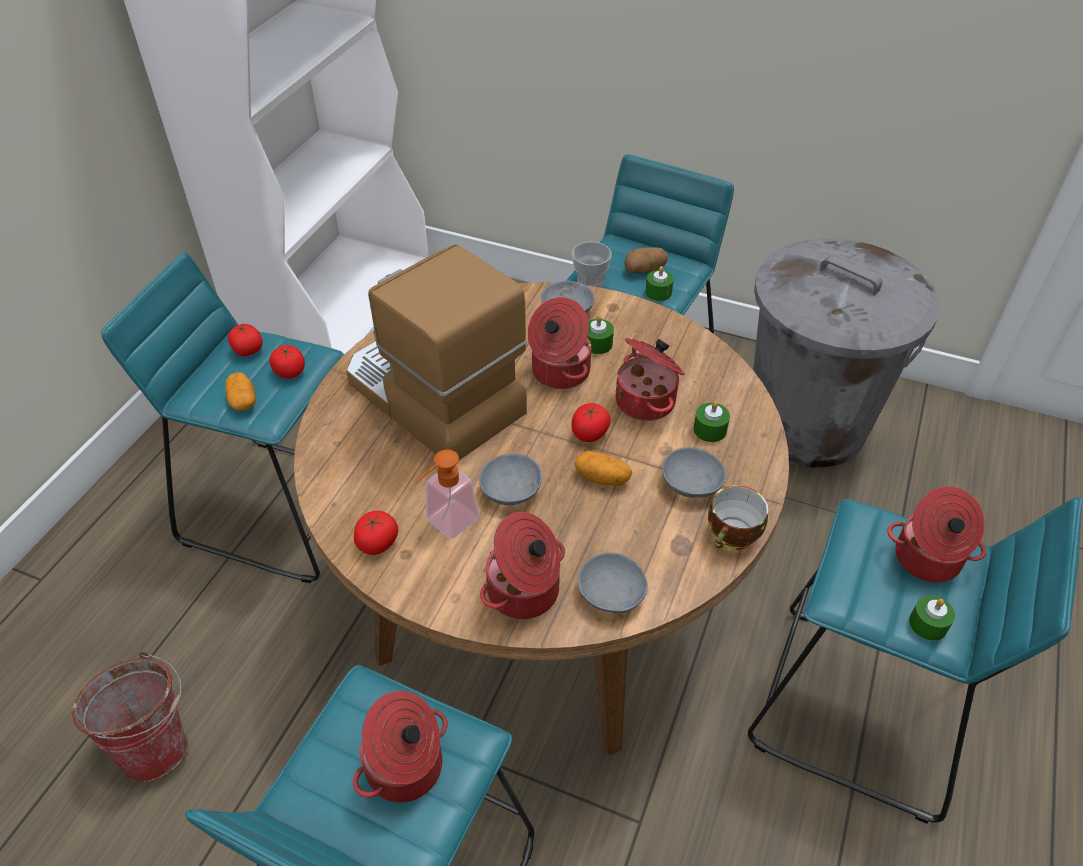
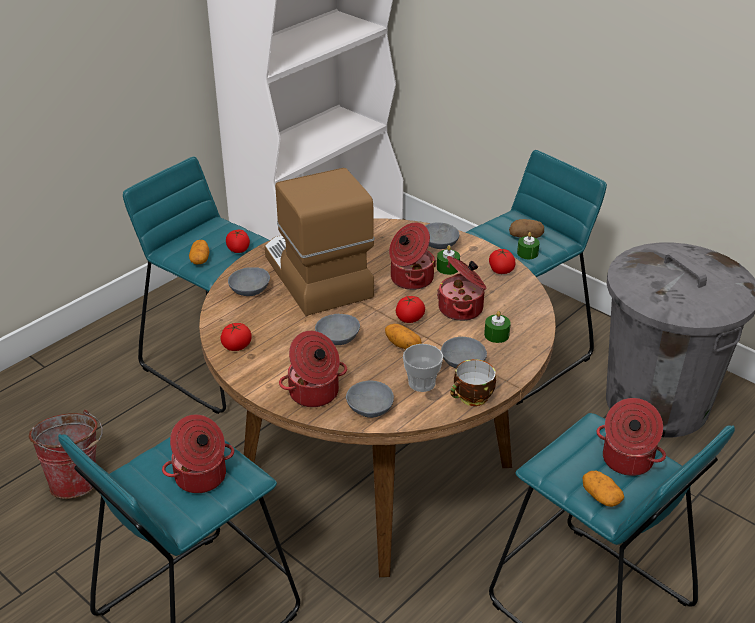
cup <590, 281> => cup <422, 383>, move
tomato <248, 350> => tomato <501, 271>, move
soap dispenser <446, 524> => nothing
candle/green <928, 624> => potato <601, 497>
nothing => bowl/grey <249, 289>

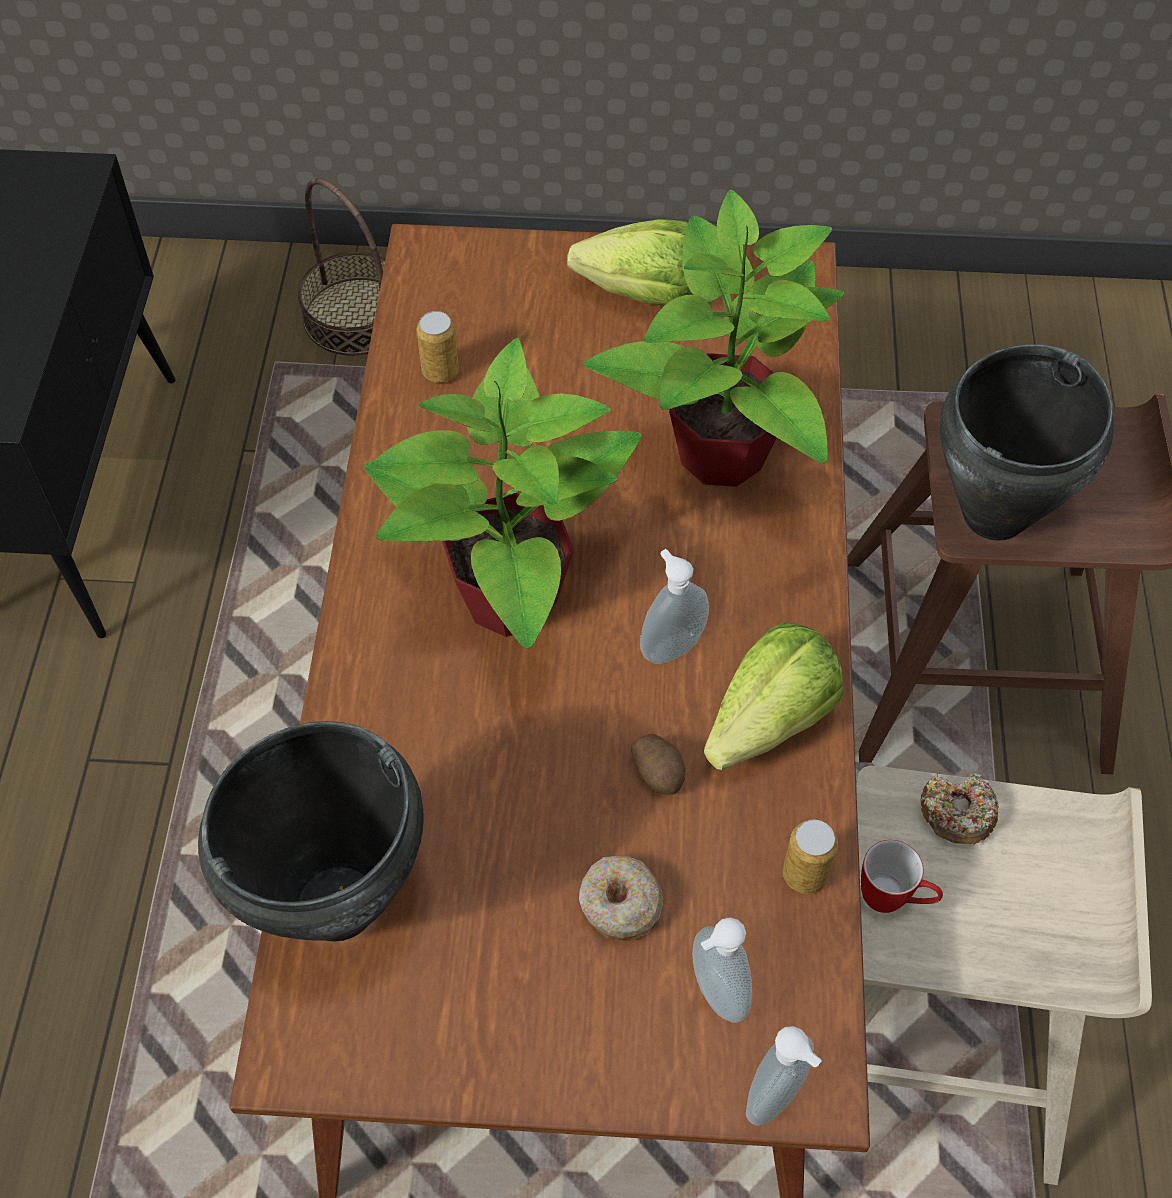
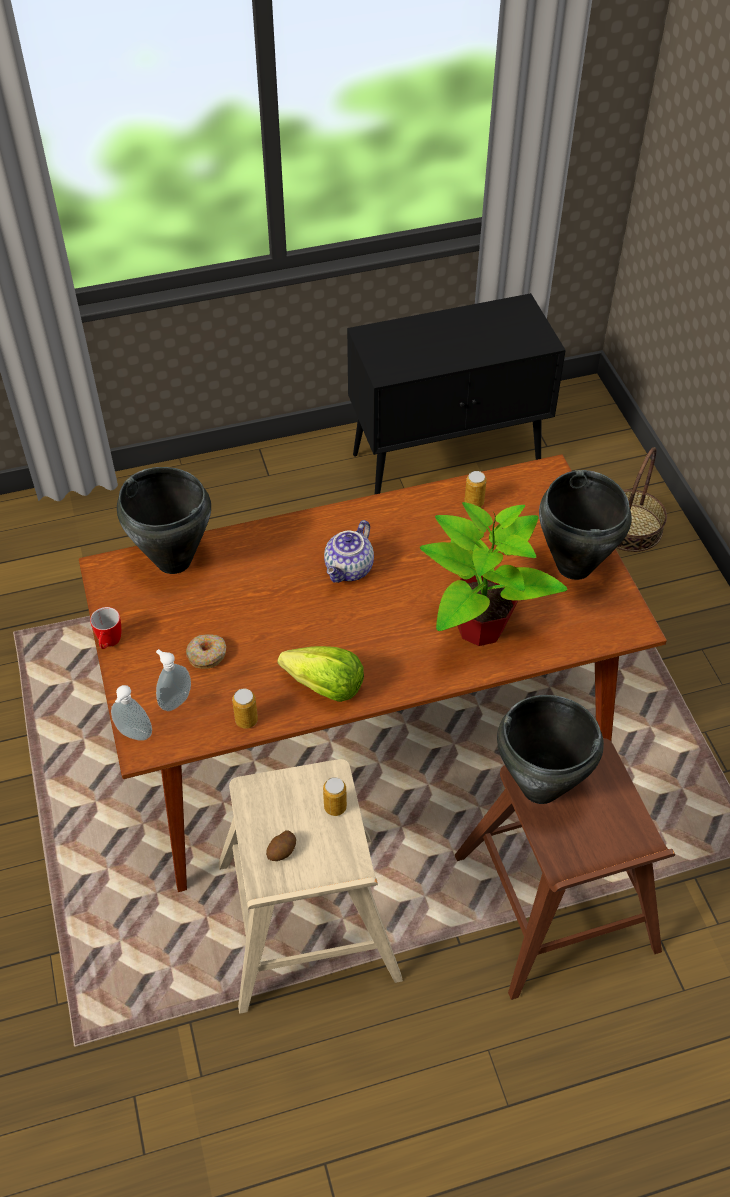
lettuce <645, 294> => cooking pot/black <573, 567>
potted plant <508, 600> => teapot <350, 569>
soap dispenser <670, 646> => nothing
potato <659, 773> => potato <282, 851>, move
donut <956, 813> => can <335, 807>
mug <894, 900> => mug <109, 644>, move

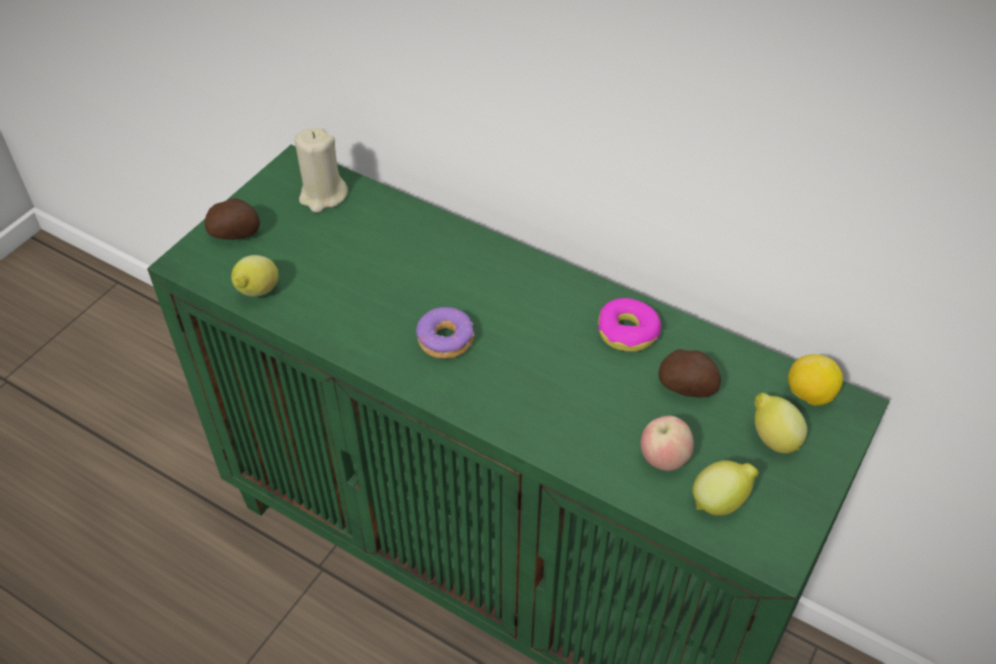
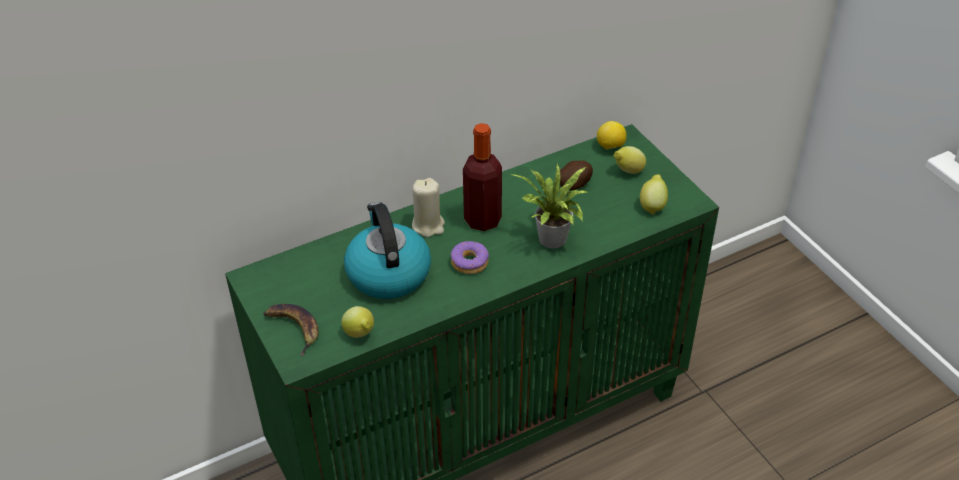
candle/beige <323, 196> => candle/beige <428, 225>, move
potato <236, 234> => banana <293, 328>
donut <628, 332> => nothing
apple <664, 459> => nothing
nothing => bottle <482, 220>
nothing => potted plant <552, 241>
nothing => kettle <387, 273>

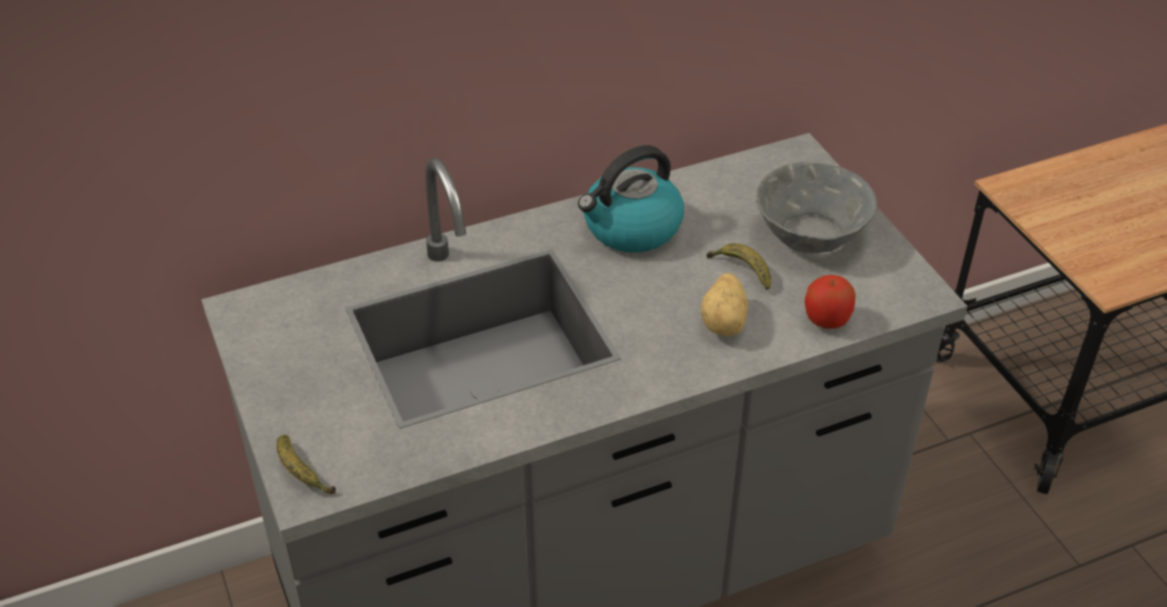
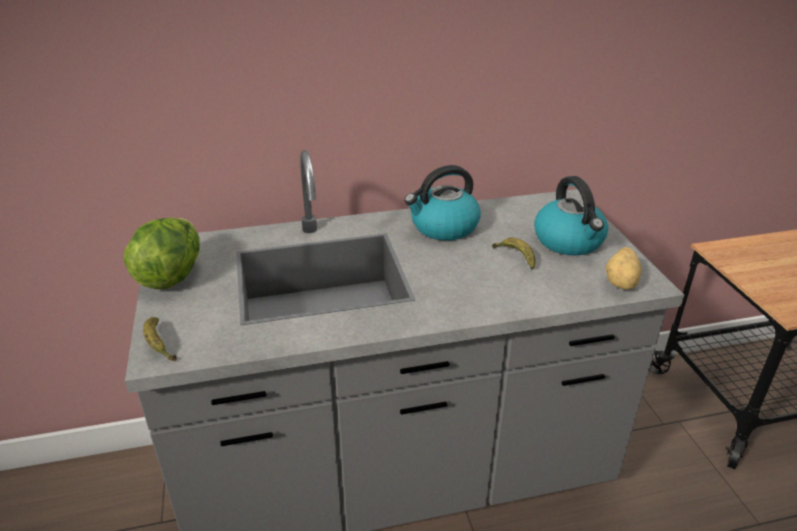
bowl/grey <810, 234> => kettle <569, 241>
potato <725, 322> => potato <622, 282>, move
apple <827, 320> => nothing
nothing => lettuce <171, 275>

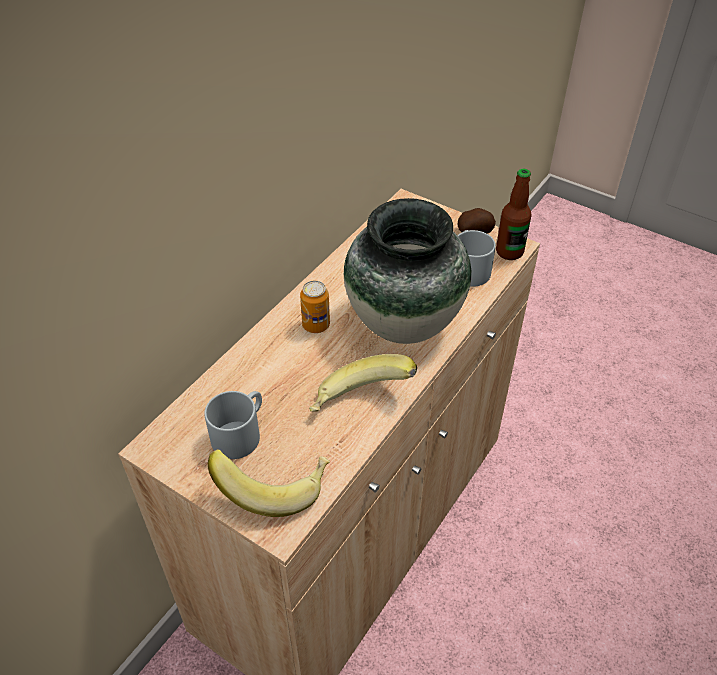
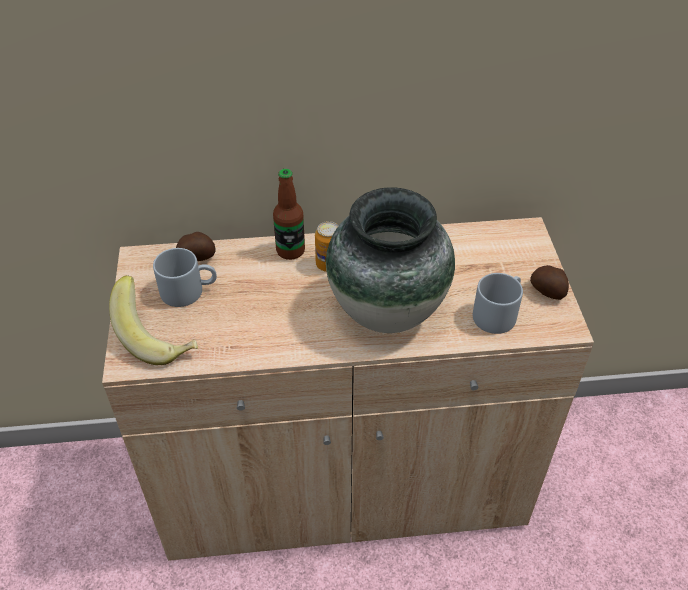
bottle <509, 252> => bottle <290, 251>, move
banana <361, 403> => nothing
nothing => potato <197, 257>

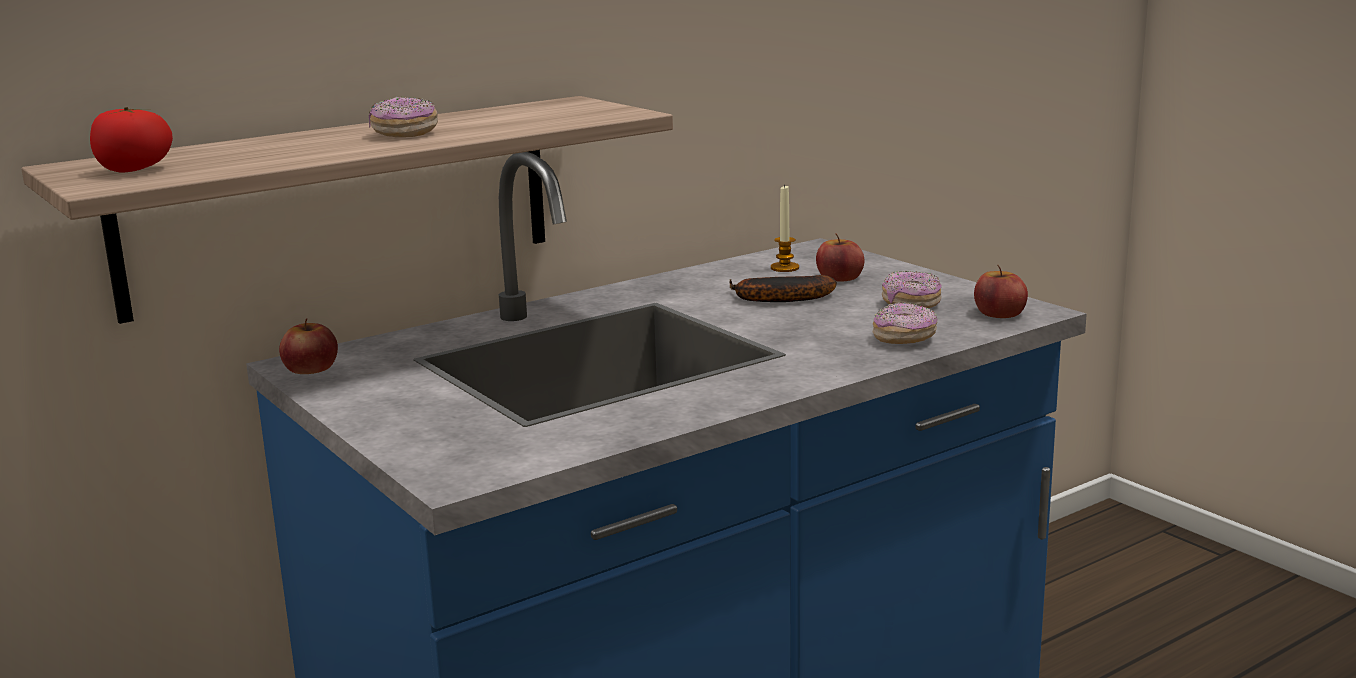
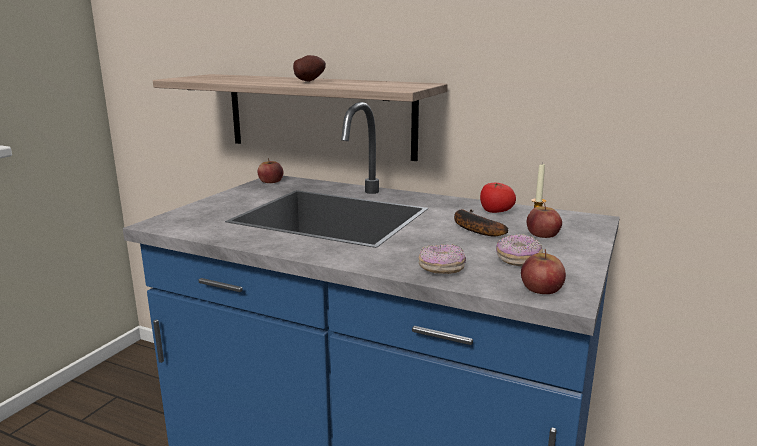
donut <404, 133> => potato <307, 81>
tomato <135, 170> => tomato <495, 211>, move

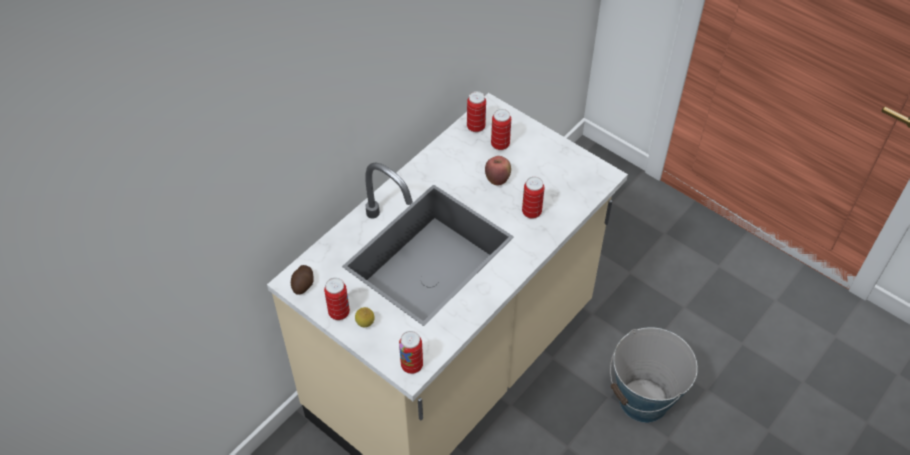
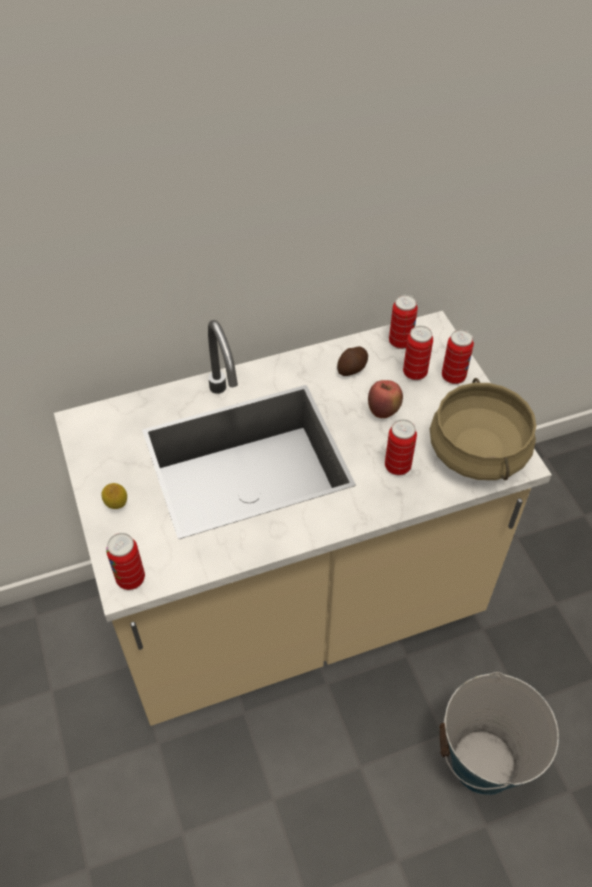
potato <303, 284> => potato <353, 368>, move
can <339, 312> => can <453, 377>, move
nothing => cooking pot/beige <478, 452>

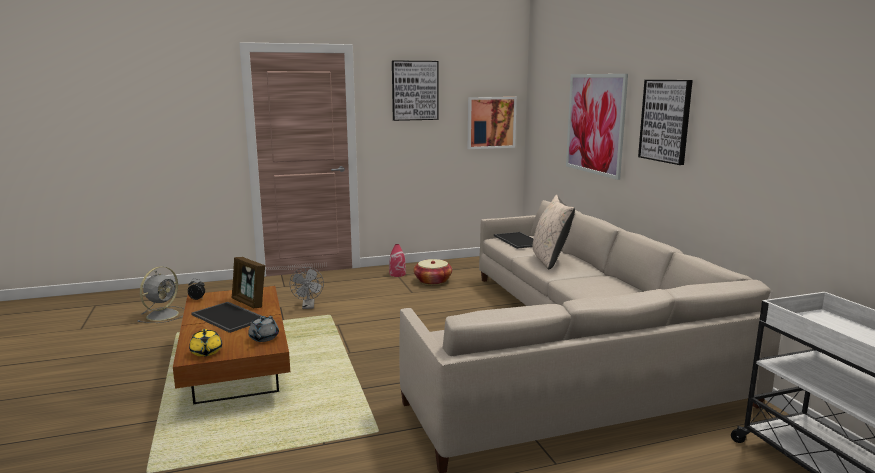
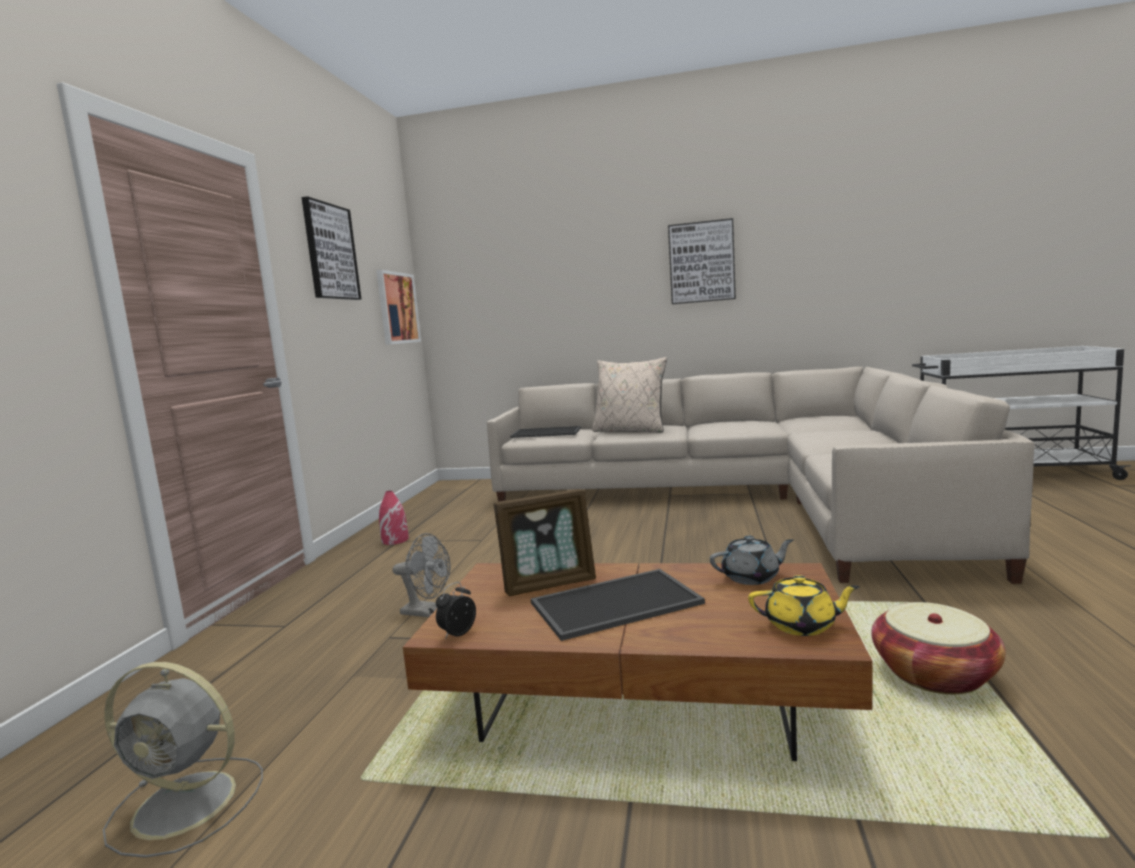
picture <595, 124> => nothing
basket <432, 281> => basket <934, 674>, move
fan/grey <163, 314> => fan/grey <189, 804>, 135 degrees clockwise
teapot/grey <263, 338> => teapot/grey <752, 577>, 45 degrees counterclockwise

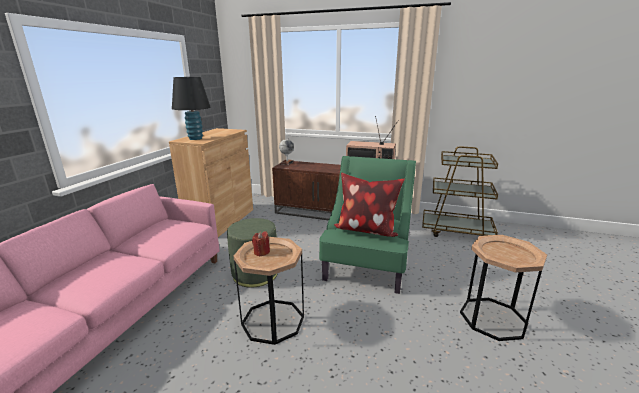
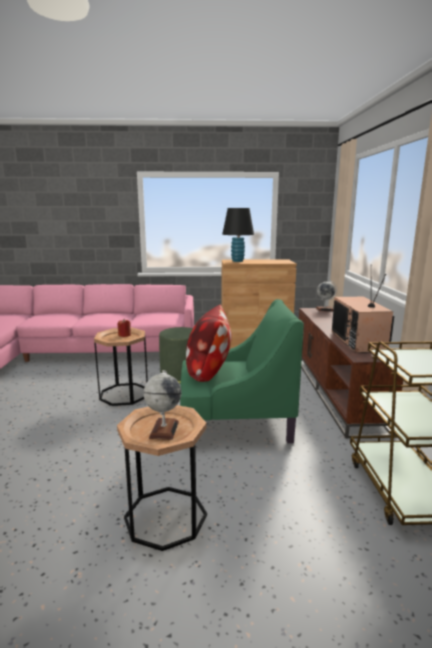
nothing => globe <164, 429>

